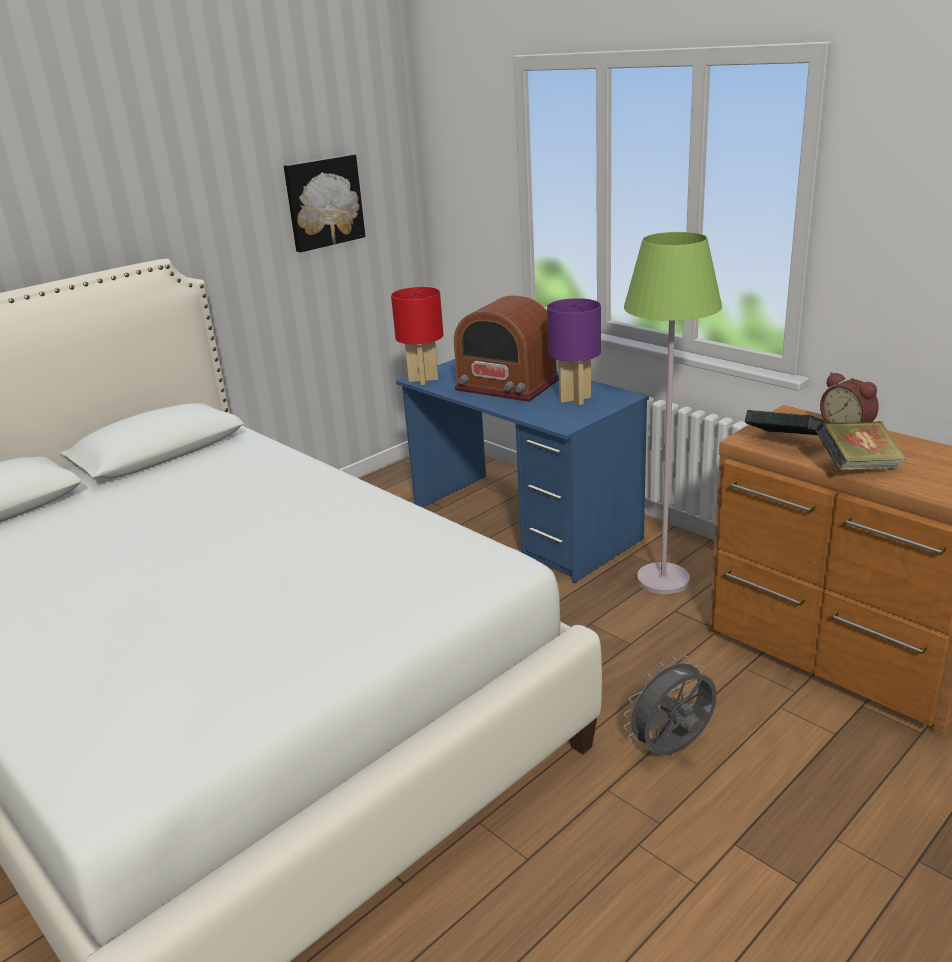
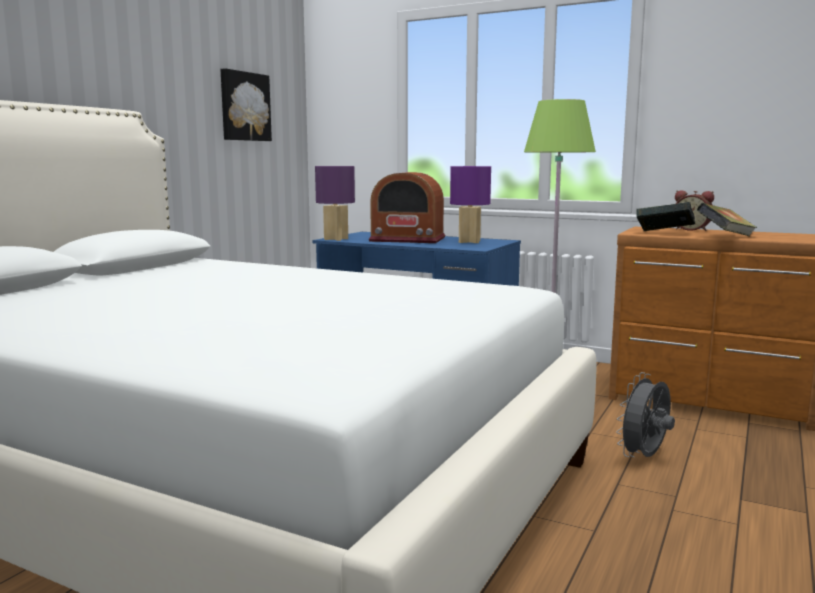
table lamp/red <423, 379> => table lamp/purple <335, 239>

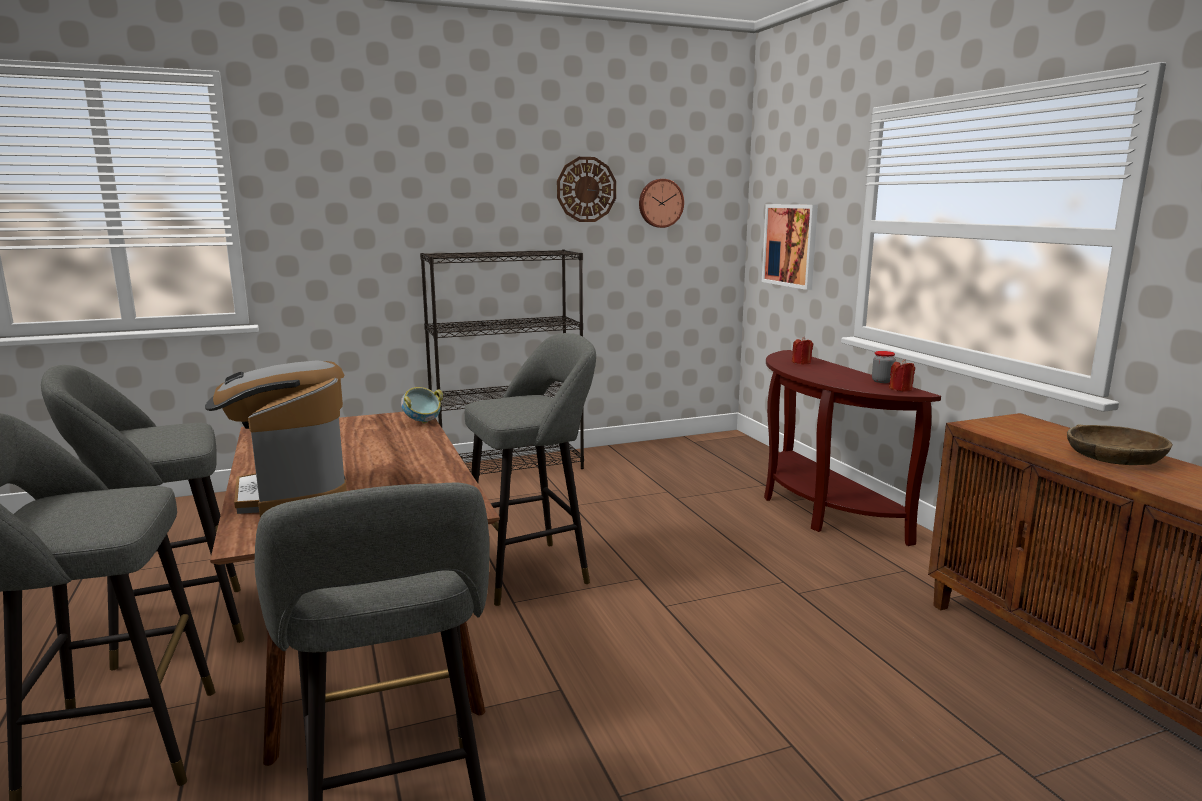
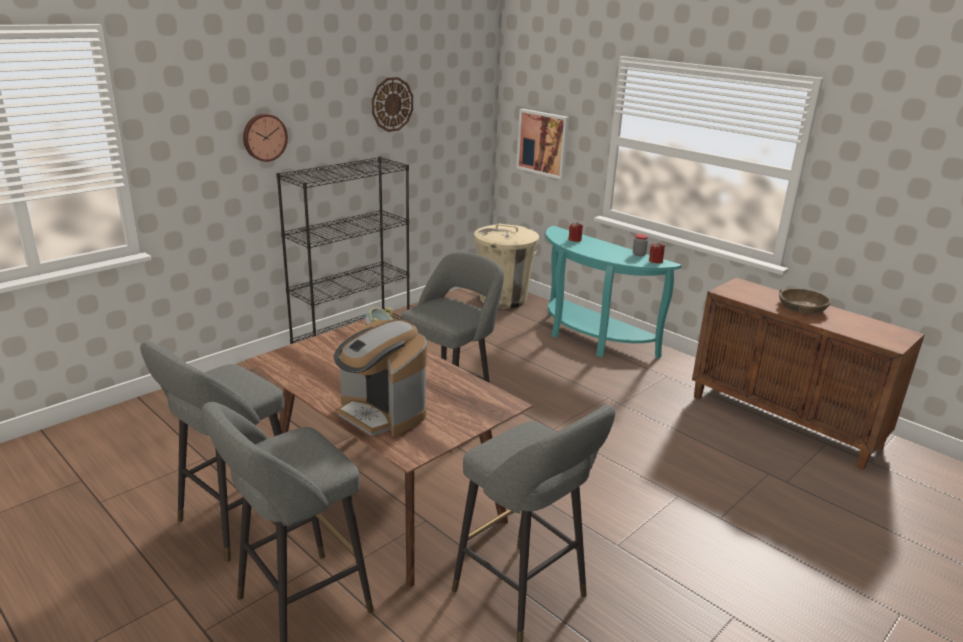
wall clock <660, 203> => wall clock <264, 137>, move
console table/brown <819, 508> => console table/turquoise <590, 339>
nothing => trash can/beige <503, 299>

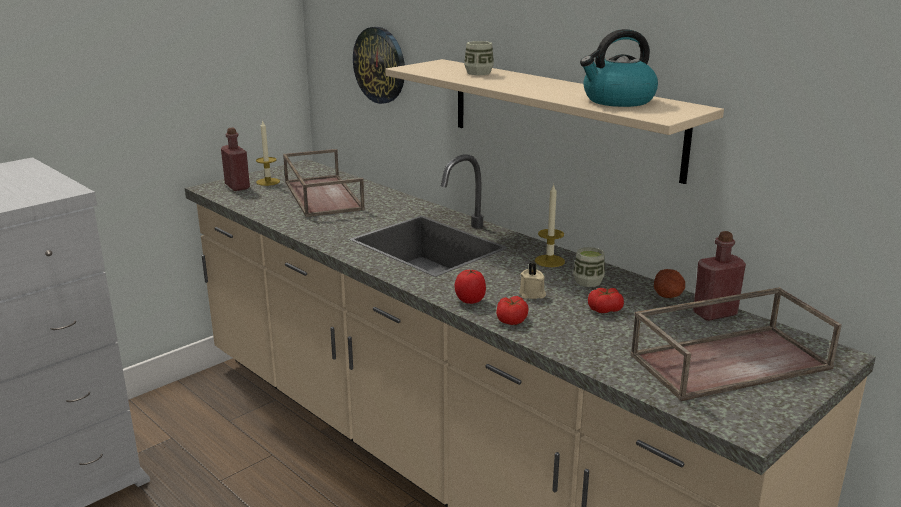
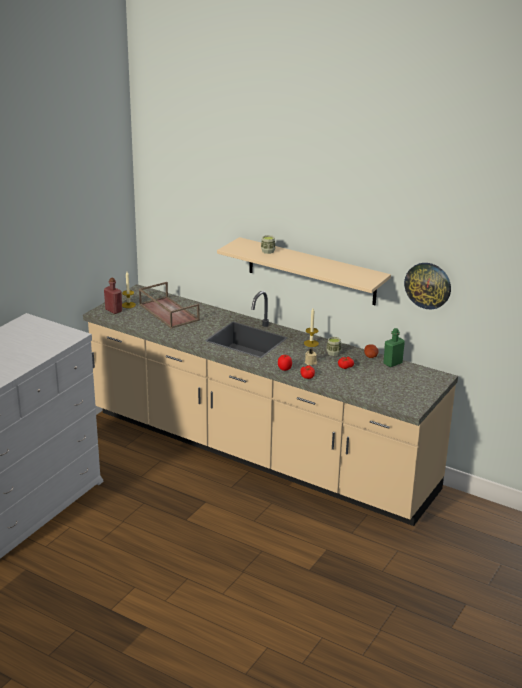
wall clock <380, 65> => wall clock <428, 285>, move
kettle <617, 101> => nothing
bottle/red <714, 313> => bottle/green <392, 363>
tray/brown <730, 360> => nothing

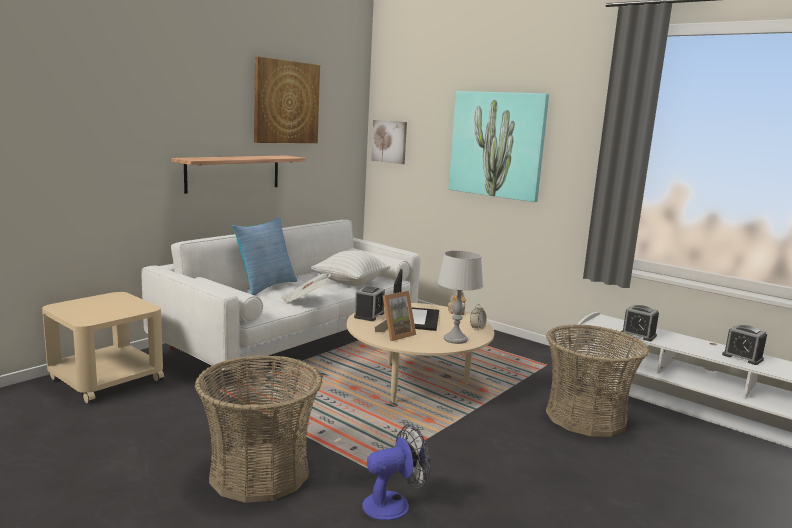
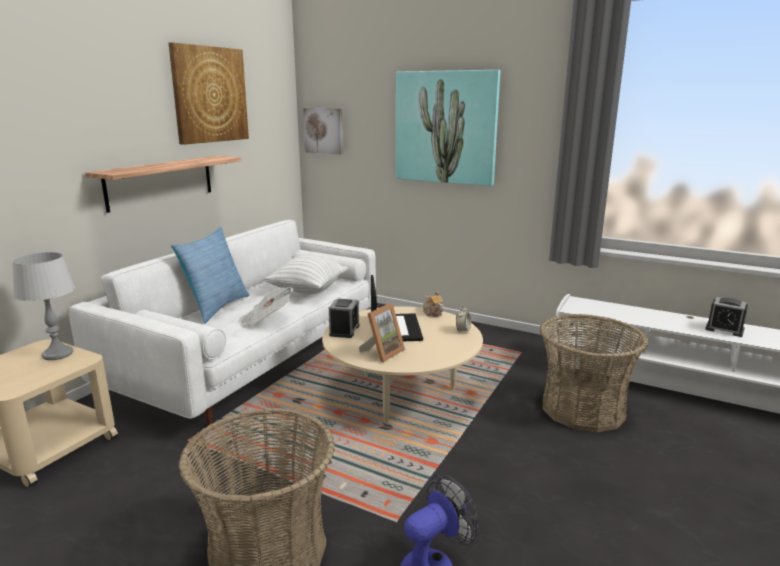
table lamp/grey <455, 339> => table lamp/grey <58, 354>, move
alarm clock <638, 335> => nothing

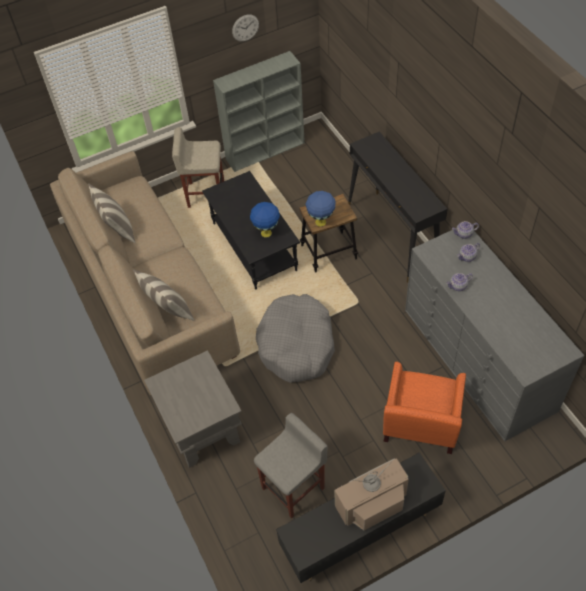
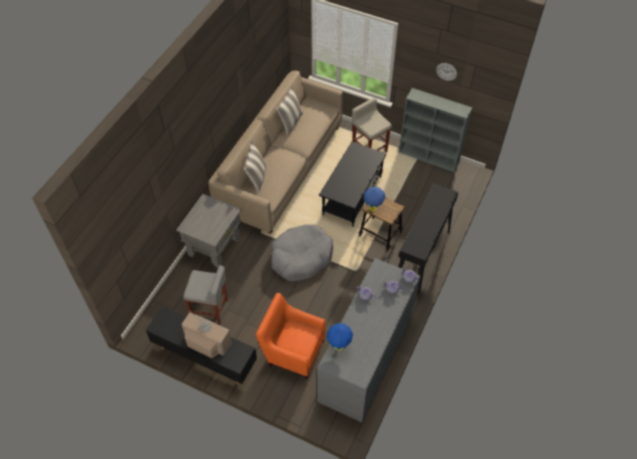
table lamp/blue <266, 233> => table lamp/blue <339, 346>, move
armchair/orange <419, 427> => armchair/orange <293, 351>, 45 degrees clockwise

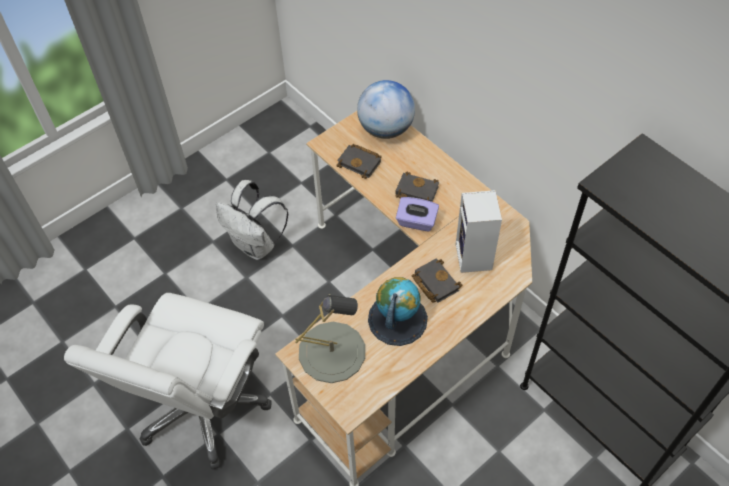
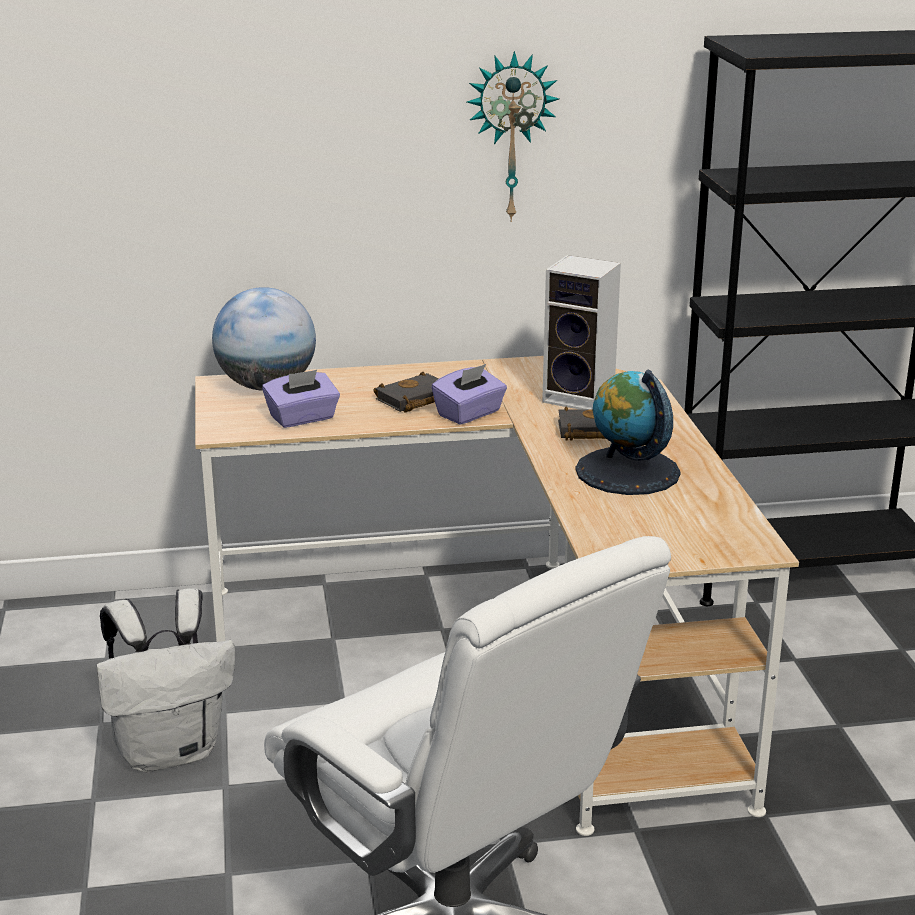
book/black <361, 163> => tissue box/purple <302, 418>
table lamp/grey <332, 351> => nothing
nothing => wall clock <511, 136>

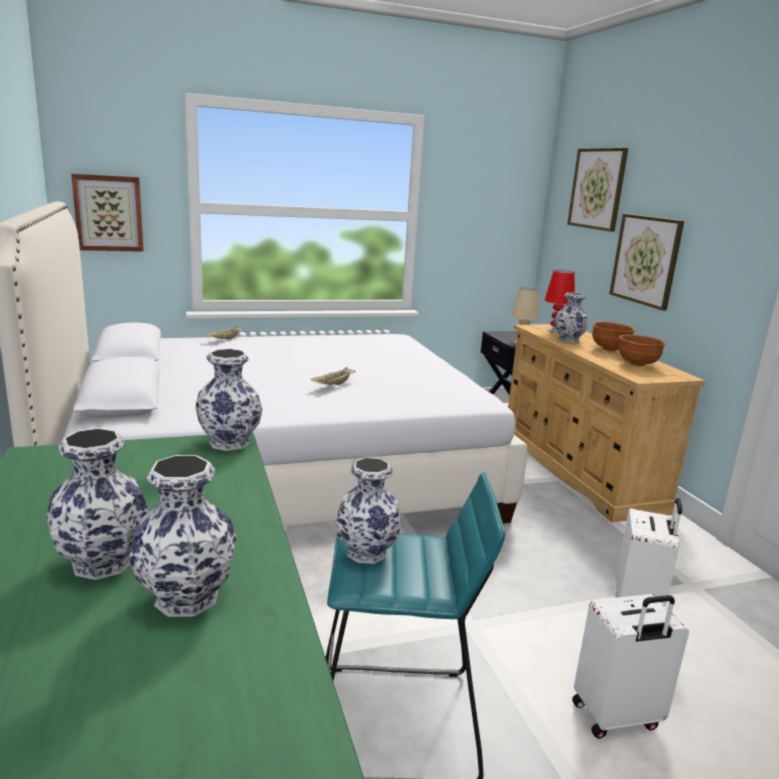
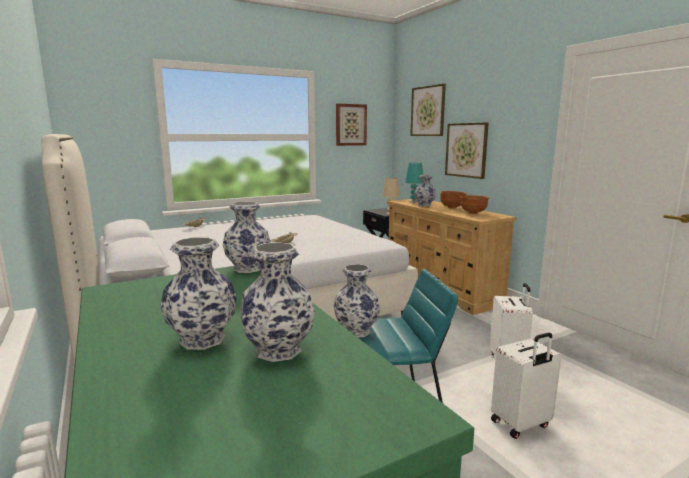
picture <109, 213> => picture <350, 125>, move
table lamp/red <555, 331> => table lamp/turquoise <413, 201>

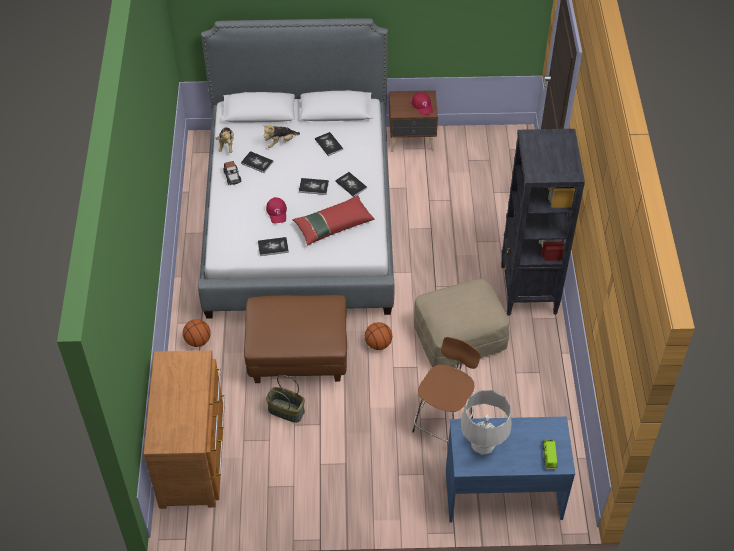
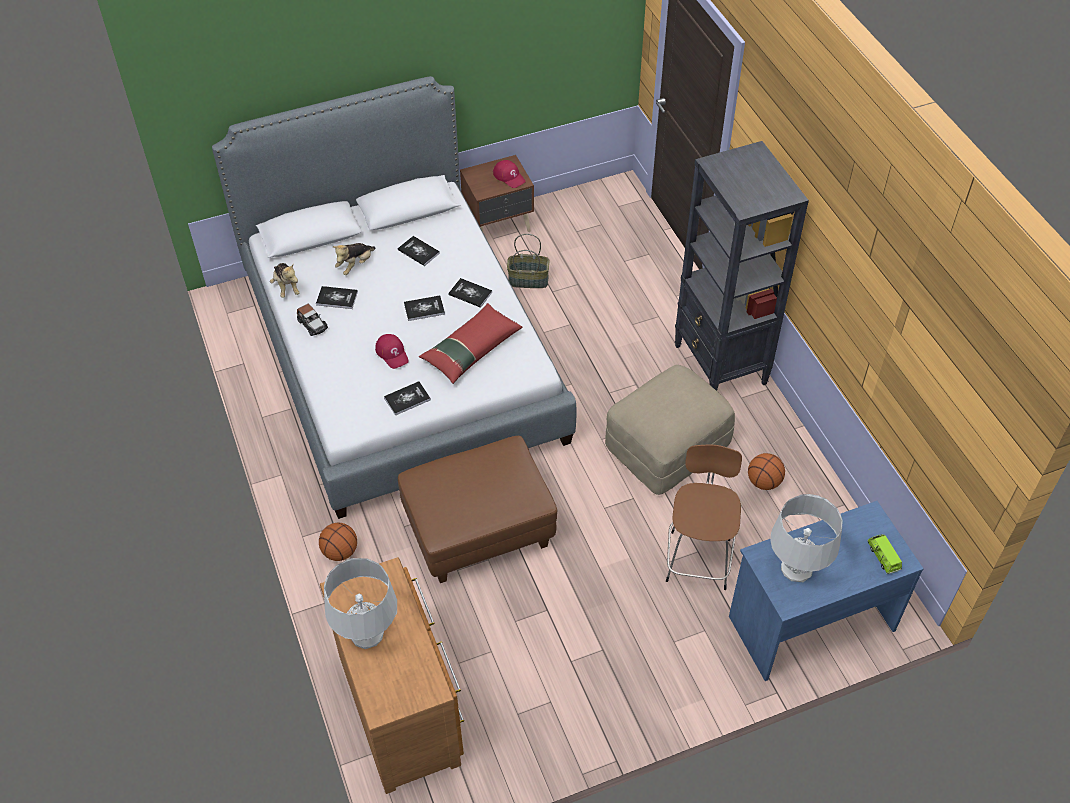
basketball <378, 344> => basketball <764, 482>, move
basket <286, 410> => basket <528, 280>, move
nothing => table lamp/grey <366, 633>

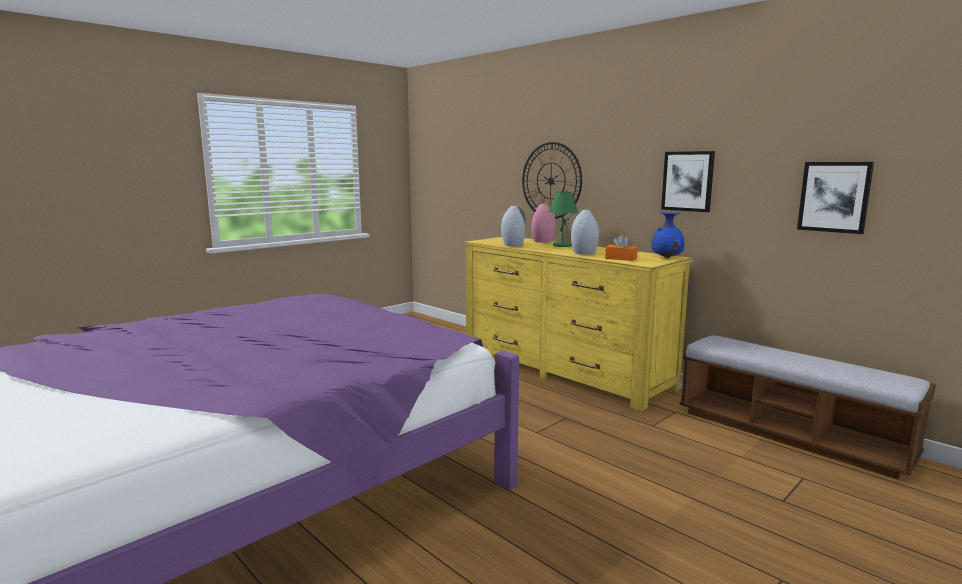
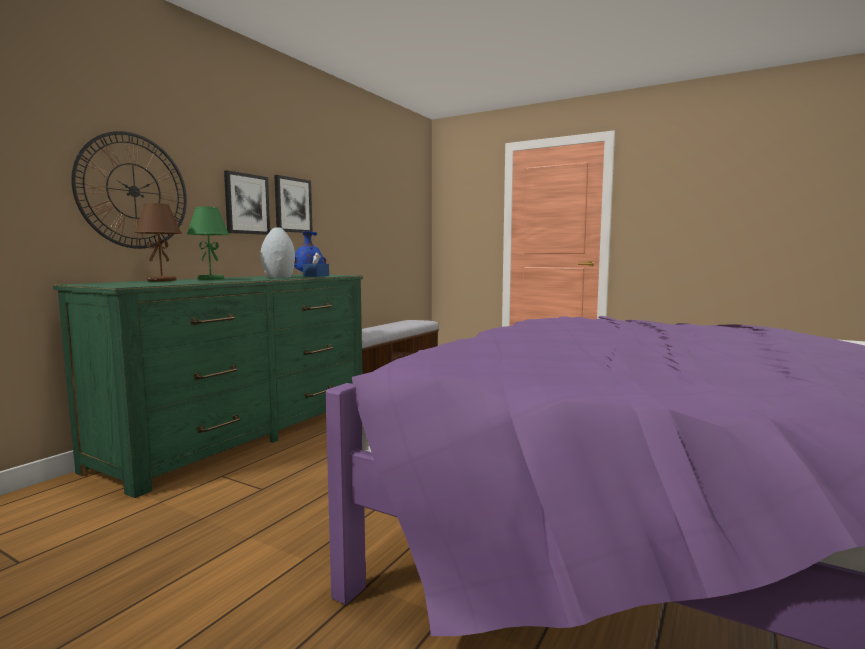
picture <834, 197> => picture <246, 204>, move
vase/pink <543, 242> => table lamp/brown <162, 280>
vase/grey <513, 245> => nothing
tissue box/orange <621, 258> => tissue box/blue <316, 276>
dresser/yellow <563, 370> => dresser/green <245, 434>

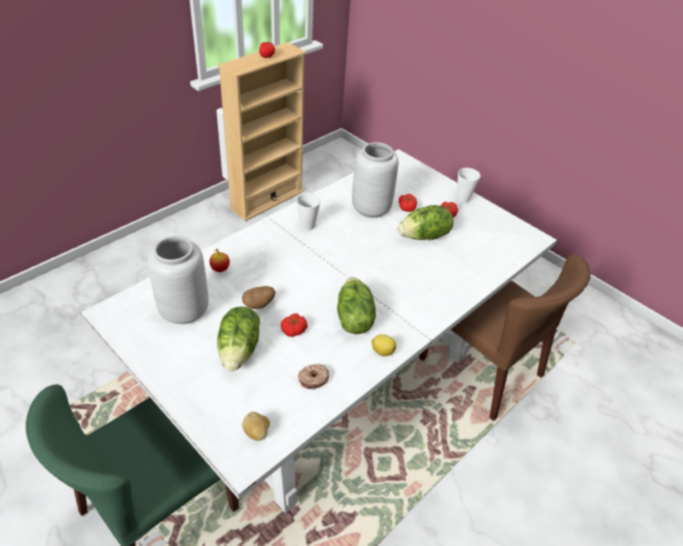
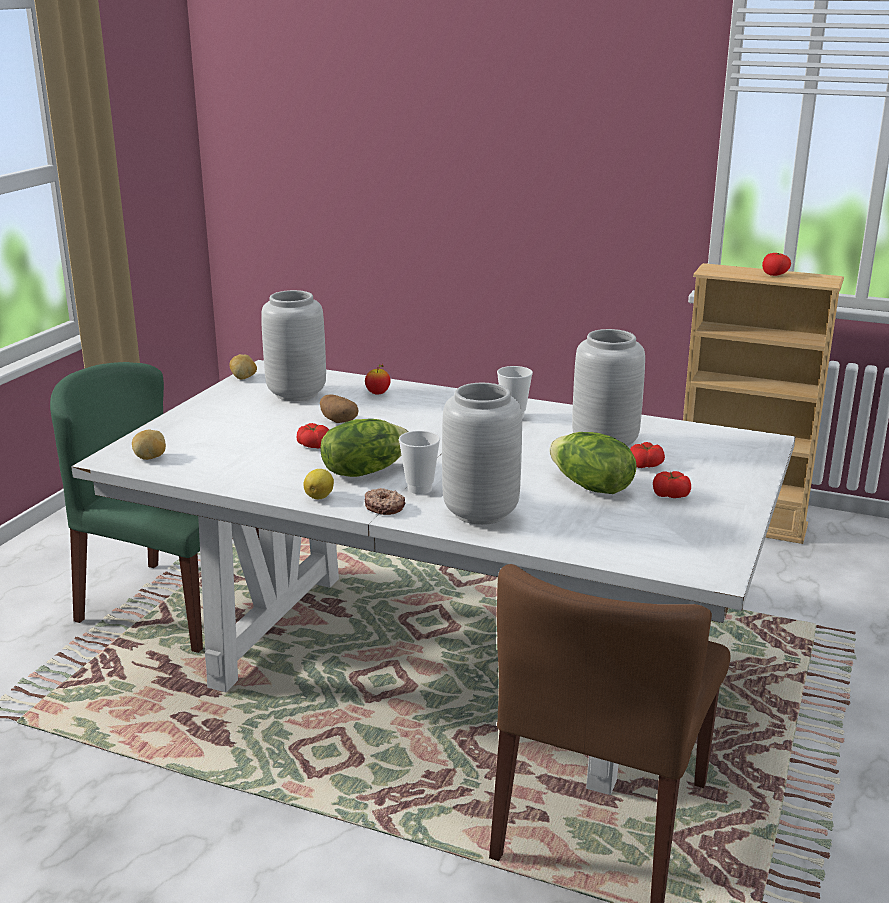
cup <463, 198> => cup <419, 489>, move
lettuce <240, 350> => nothing
donut <313, 379> => donut <384, 507>, move
nothing => potato <244, 378>
nothing => vase/grey <479, 512>

